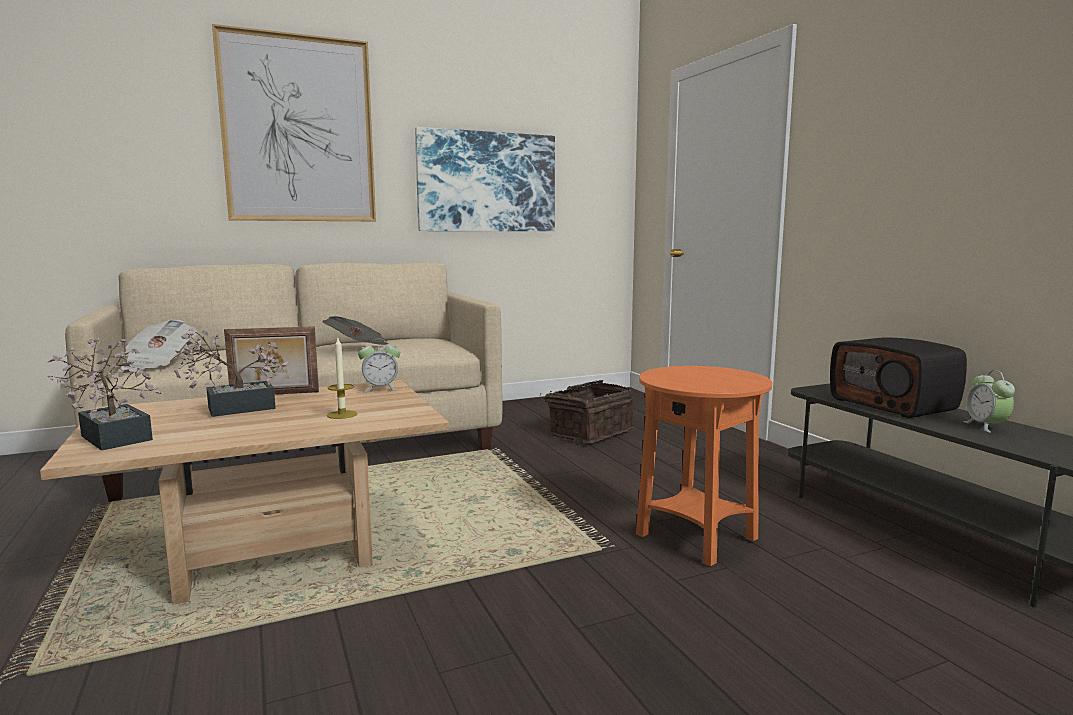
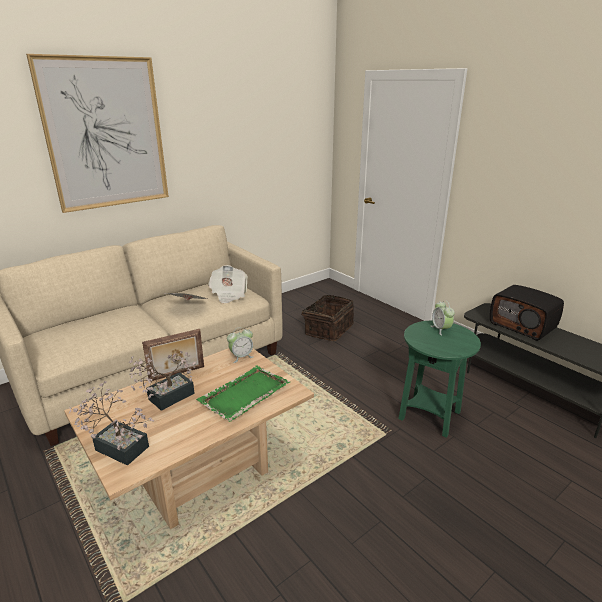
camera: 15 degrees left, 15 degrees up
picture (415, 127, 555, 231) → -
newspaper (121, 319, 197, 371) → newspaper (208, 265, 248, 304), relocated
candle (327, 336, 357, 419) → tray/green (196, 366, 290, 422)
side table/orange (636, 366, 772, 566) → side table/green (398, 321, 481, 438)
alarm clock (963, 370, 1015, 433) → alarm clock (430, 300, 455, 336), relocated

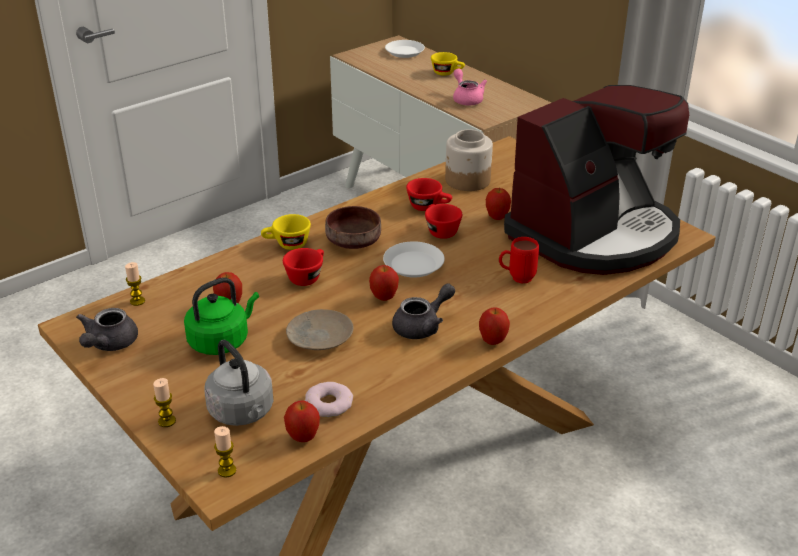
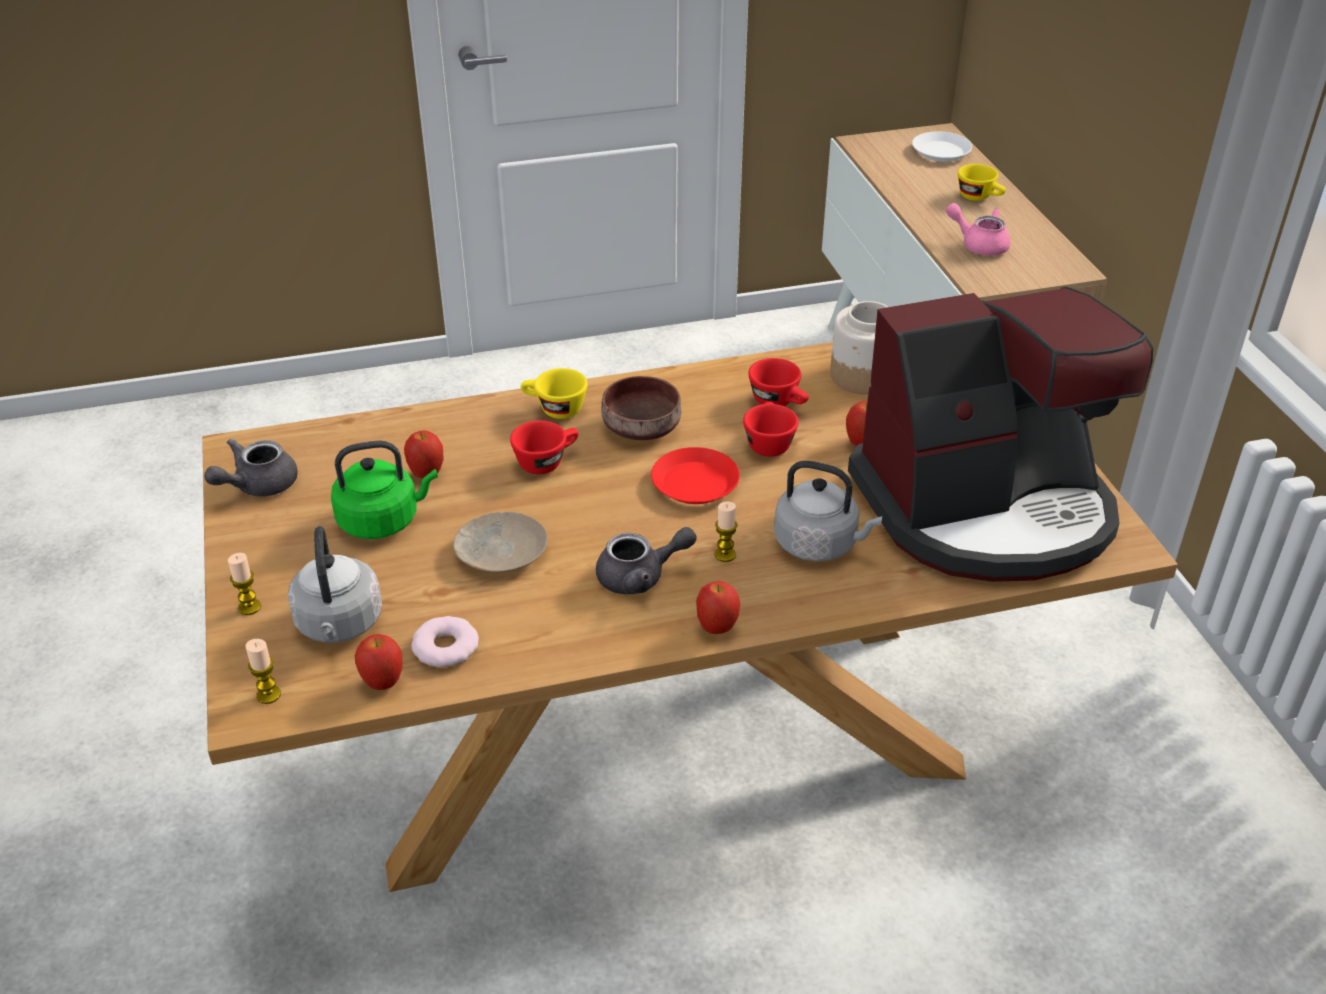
camera: 25 degrees right, 5 degrees up
teapot/pink (453, 69, 487, 106) → teapot/pink (946, 203, 1011, 256), 60 degrees counterclockwise
mug/red (499, 237, 539, 284) → kettle/grey (774, 461, 882, 561)
plate/white (383, 241, 445, 278) → plate/red (651, 447, 740, 504)
candle (125, 262, 145, 306) → candle (715, 502, 737, 562), relocated
apple (369, 265, 399, 301) → -

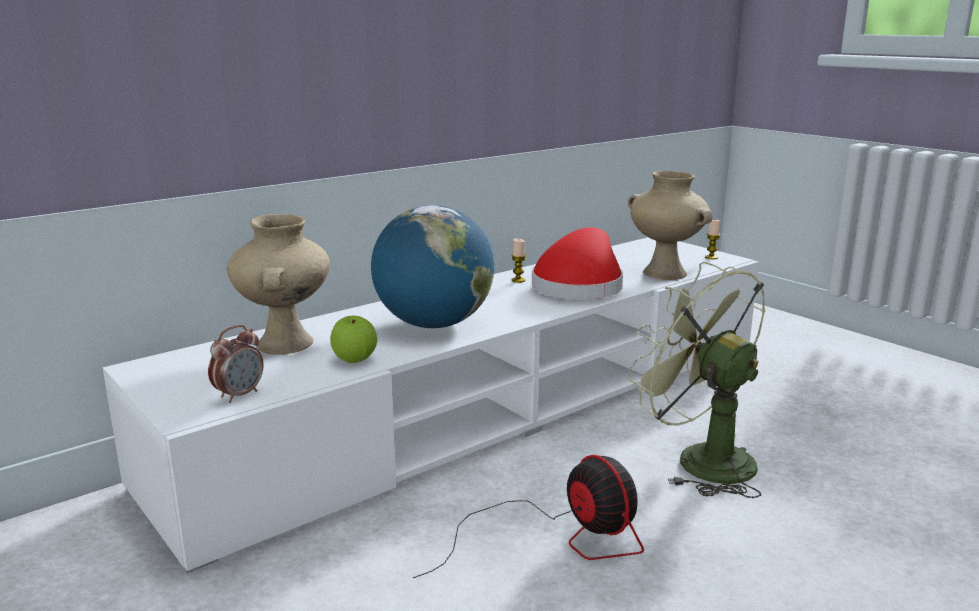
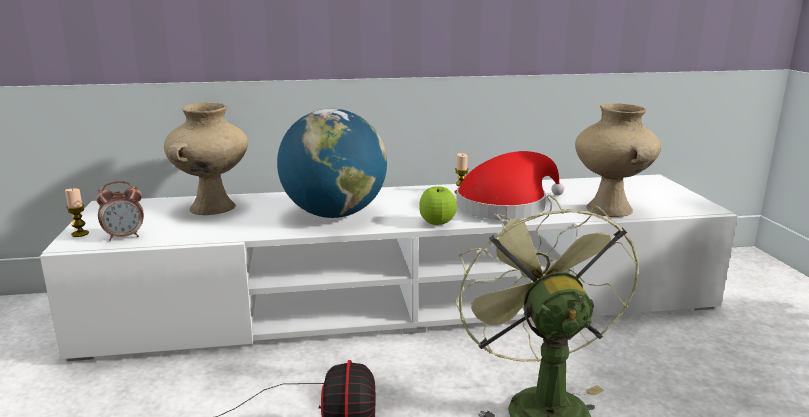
camera: 30 degrees right, 0 degrees up
candle (705, 220, 721, 259) → candle (65, 189, 89, 237), relocated
apple (330, 316, 377, 363) → apple (419, 186, 457, 225), relocated

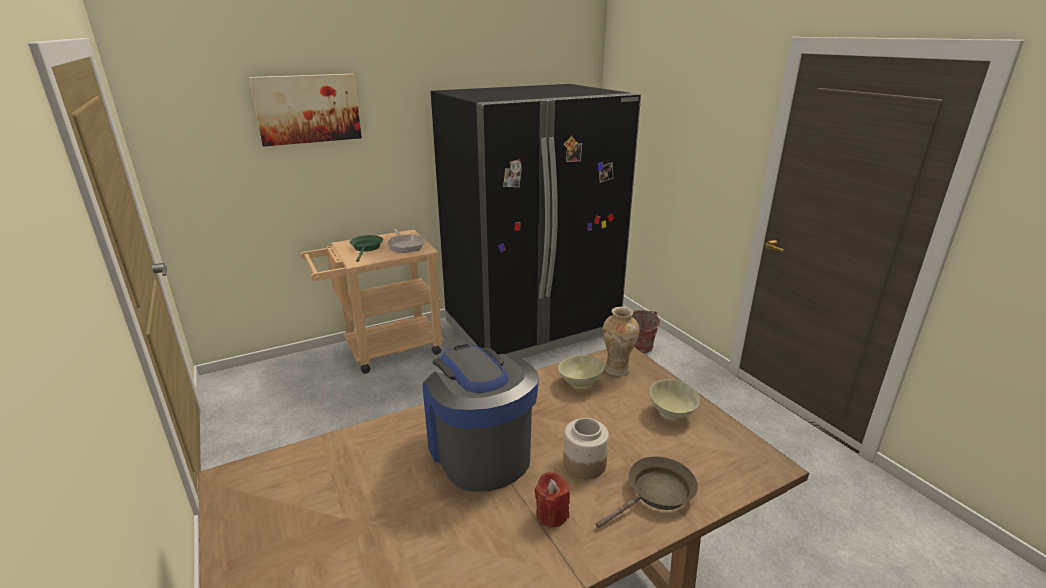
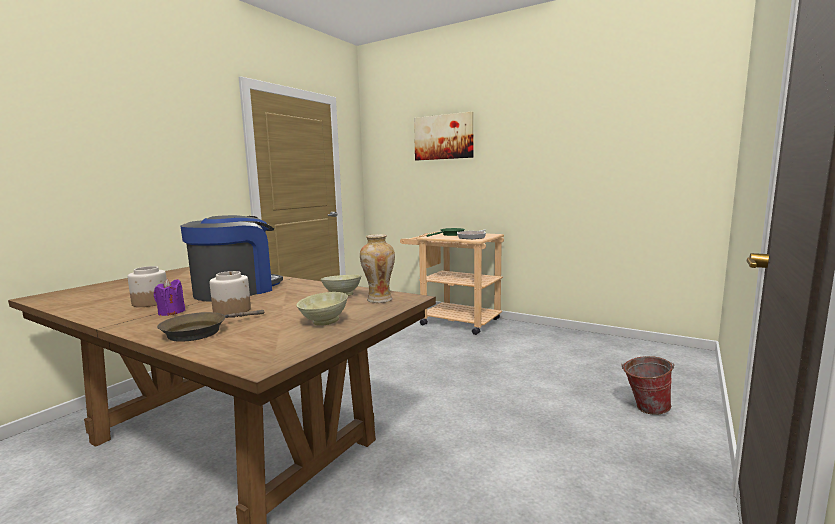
camera: 60 degrees right, 15 degrees down
fridge/black (431, 84, 641, 359) → -
frying pan/brown (596, 456, 698, 528) → frying pan/brown (157, 310, 264, 342), 105 degrees clockwise
candle/red (535, 472, 570, 528) → candle/purple (154, 279, 185, 316)
- → jar (127, 266, 167, 307)

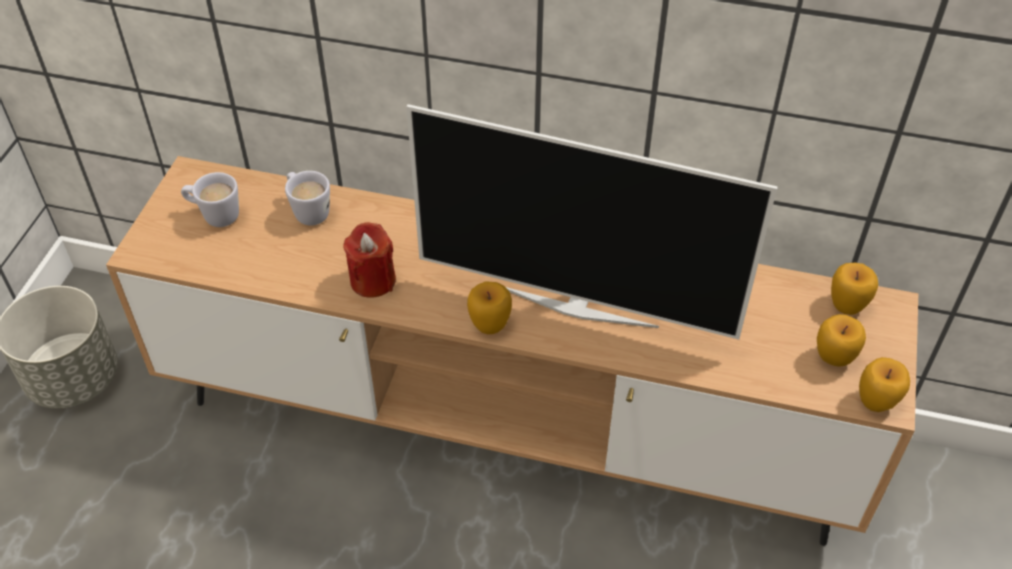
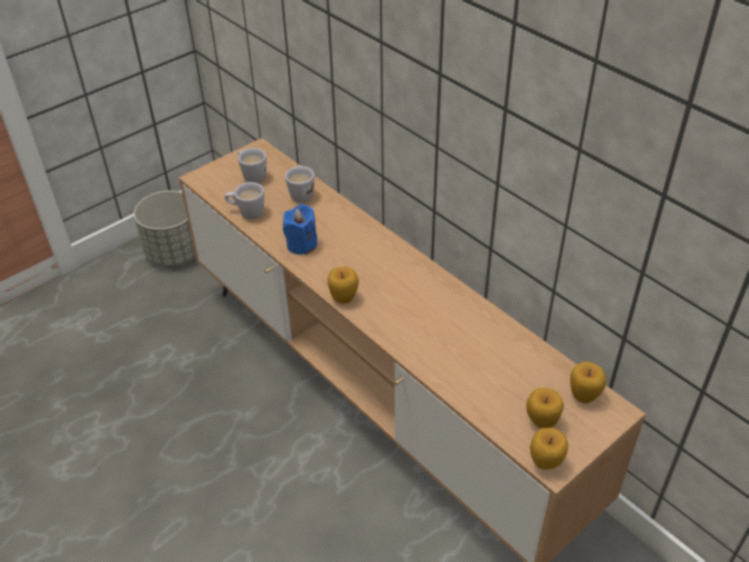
camera: 35 degrees right, 5 degrees down
television (406, 104, 778, 340) → -
candle/red (343, 222, 396, 298) → candle/blue (283, 204, 317, 255)
- → mug/white (225, 182, 264, 219)

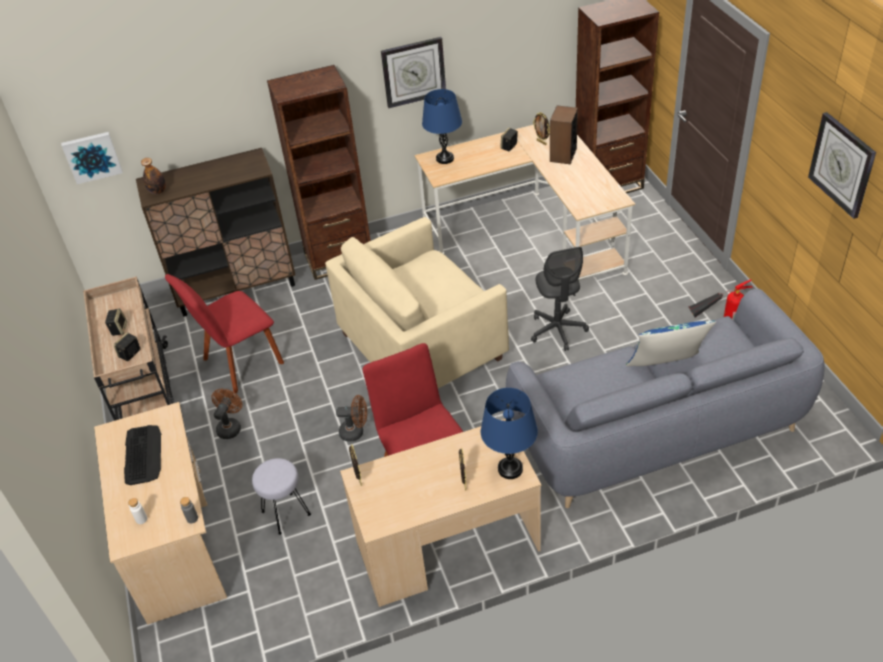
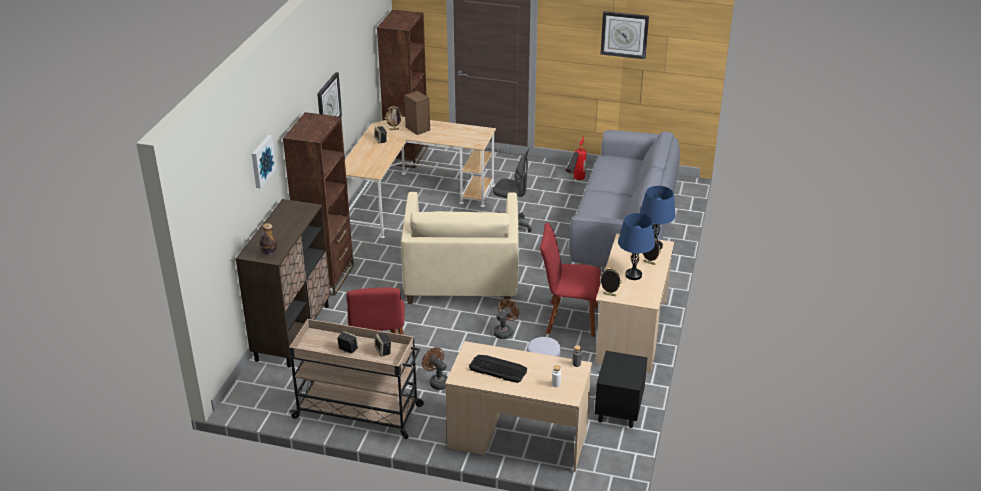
camera: 60 degrees left, 10 degrees down
table lamp/blue (422, 89, 462, 164) → table lamp/blue (618, 213, 655, 280), relocated
picture (61, 132, 123, 184) → picture (252, 135, 276, 189), relocated
pillow/blue (626, 321, 716, 366) → -
- → nightstand/black (595, 351, 648, 428)

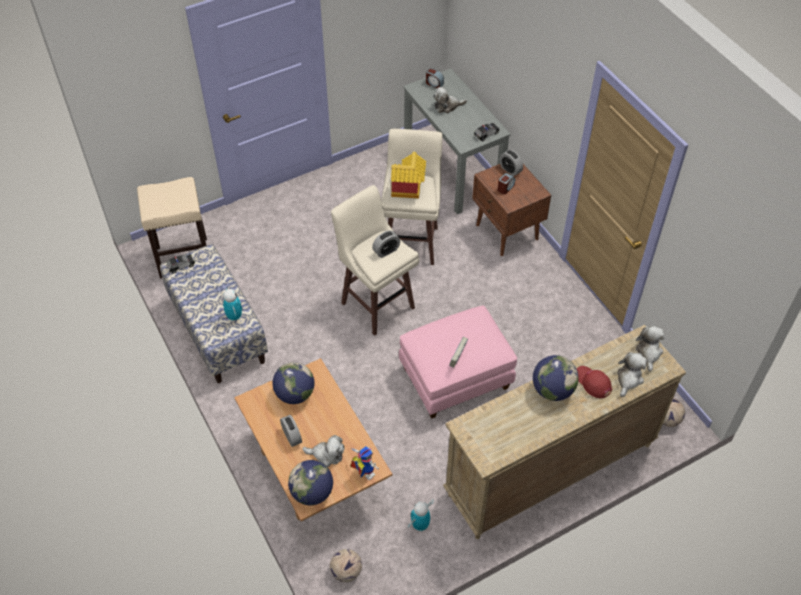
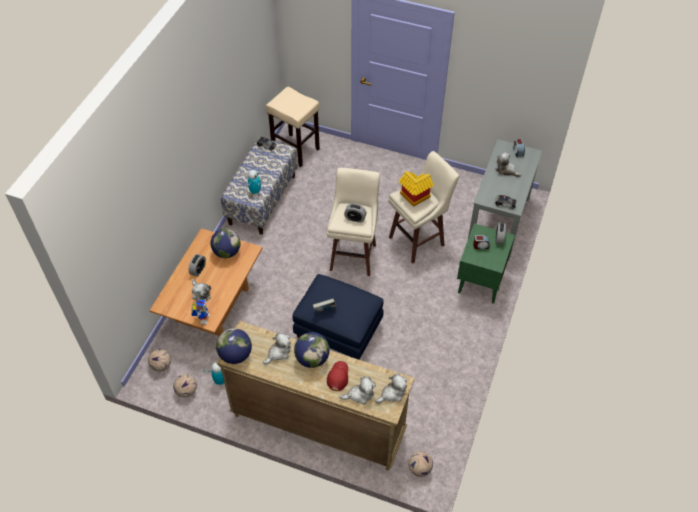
camera: 50 degrees right, 0 degrees up
nightstand/brown (472, 164, 551, 256) → nightstand/green (457, 223, 515, 304)
ottoman/pink (399, 305, 517, 419) → ottoman/blue (292, 274, 384, 360)
globe (288, 460, 333, 505) → globe (216, 328, 252, 364), relocated
- → plush toy (263, 332, 291, 364)
- → football (173, 374, 197, 397)

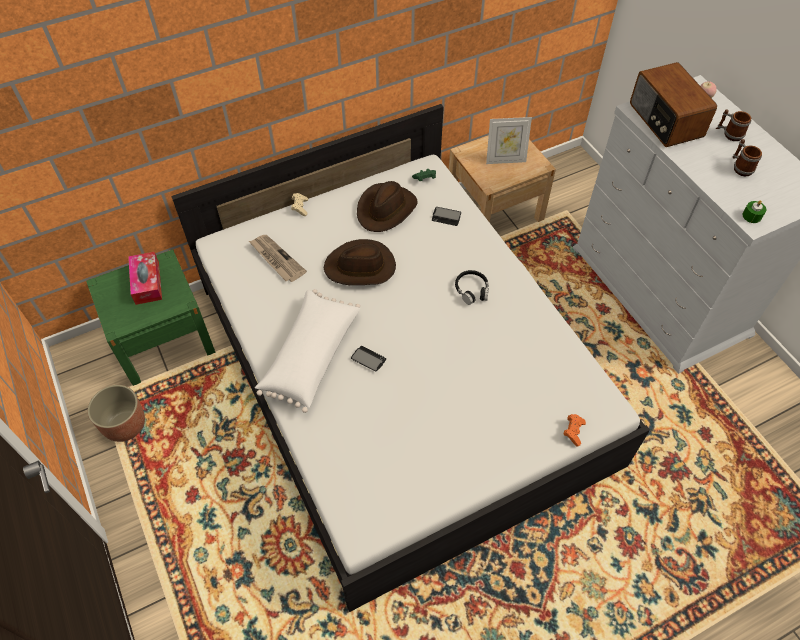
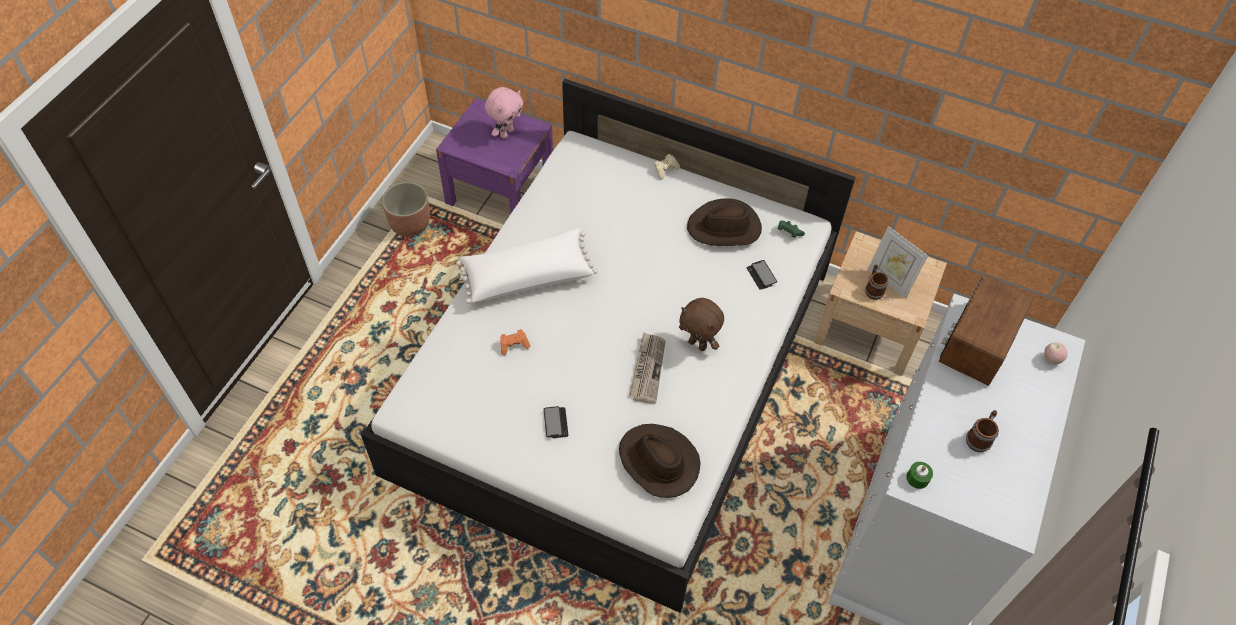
camera: 50 degrees right, 0 degrees up
mug (716, 109, 751, 141) → mug (865, 265, 889, 300), relocated
newspaper (249, 235, 307, 282) → newspaper (629, 332, 666, 404), relocated
hat/brown (324, 239, 396, 285) → hat/brown (619, 424, 701, 498), relocated
nightstand/green (86, 249, 215, 386) → nightstand/purple (436, 98, 553, 213)
tissue box (128, 252, 162, 305) → plush toy/pink (485, 87, 523, 139)
headphones/black (455, 270, 489, 305) → plush toy/brown (679, 298, 724, 351)
phone (351, 346, 386, 372) → phone (544, 406, 568, 438), relocated
game controller/orange (564, 414, 586, 447) → game controller/orange (500, 329, 530, 355), relocated

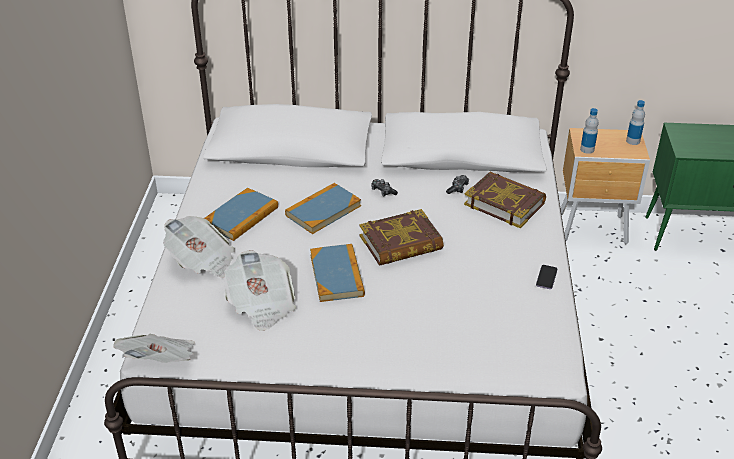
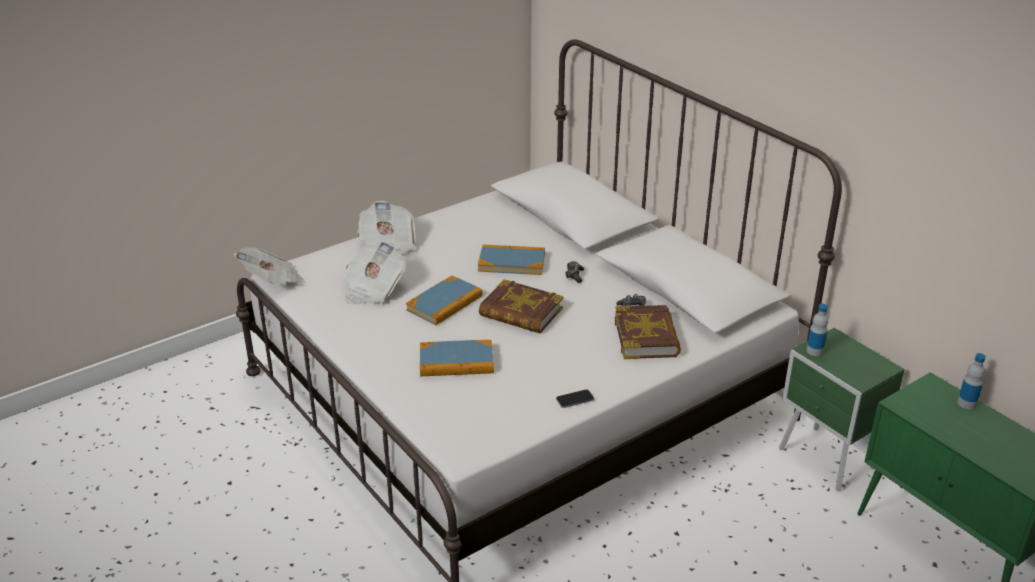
camera: 50 degrees right, 5 degrees down
bottle (626, 100, 645, 145) → bottle (957, 353, 986, 409), relocated
nightstand/brown (561, 128, 650, 244) → nightstand/green (779, 328, 905, 491)
book (204, 188, 278, 241) → book (420, 340, 494, 376), relocated

